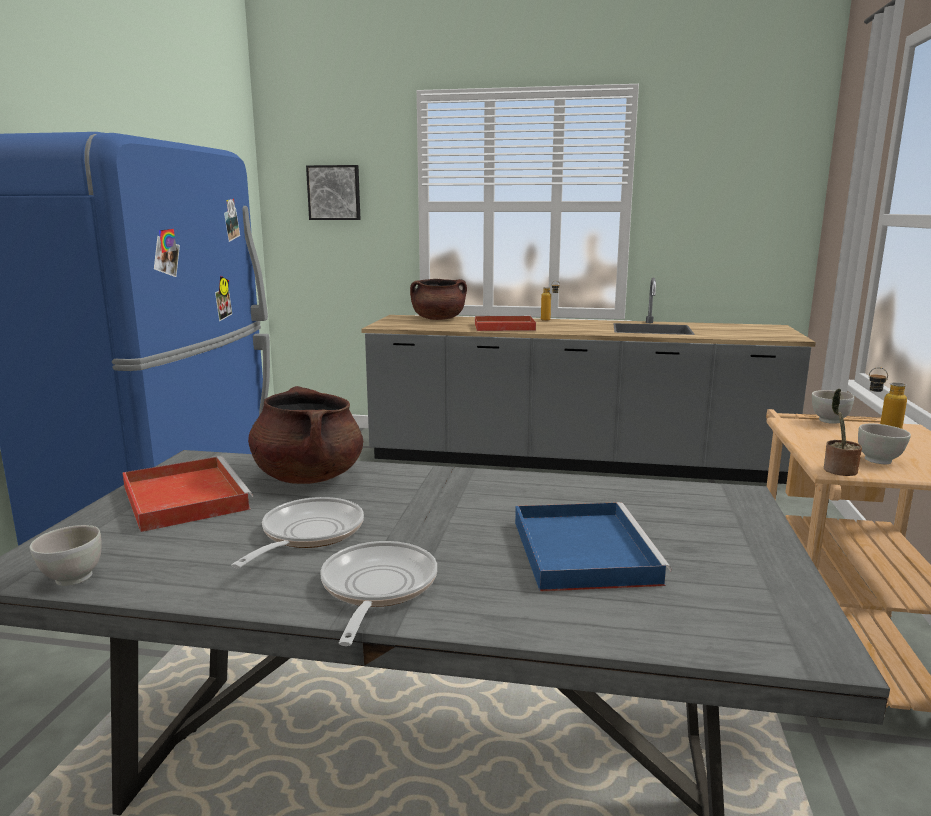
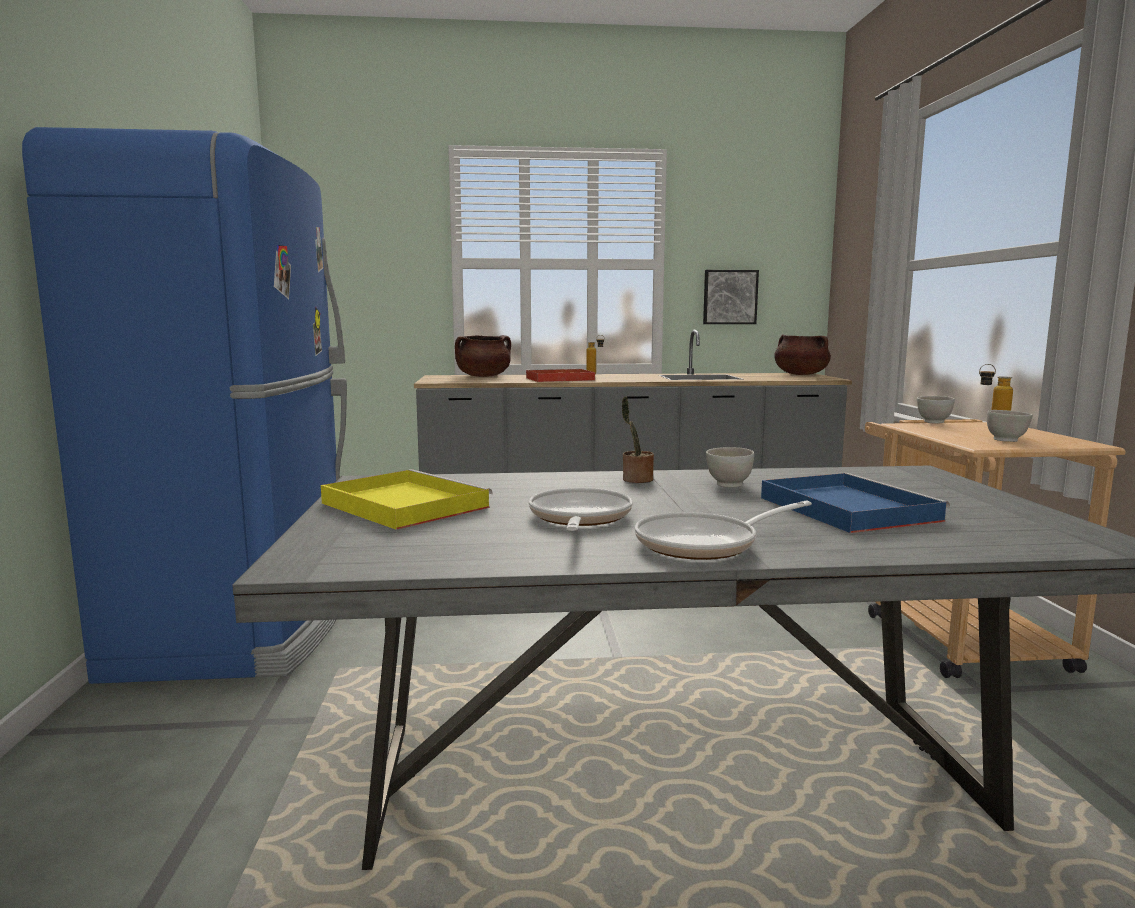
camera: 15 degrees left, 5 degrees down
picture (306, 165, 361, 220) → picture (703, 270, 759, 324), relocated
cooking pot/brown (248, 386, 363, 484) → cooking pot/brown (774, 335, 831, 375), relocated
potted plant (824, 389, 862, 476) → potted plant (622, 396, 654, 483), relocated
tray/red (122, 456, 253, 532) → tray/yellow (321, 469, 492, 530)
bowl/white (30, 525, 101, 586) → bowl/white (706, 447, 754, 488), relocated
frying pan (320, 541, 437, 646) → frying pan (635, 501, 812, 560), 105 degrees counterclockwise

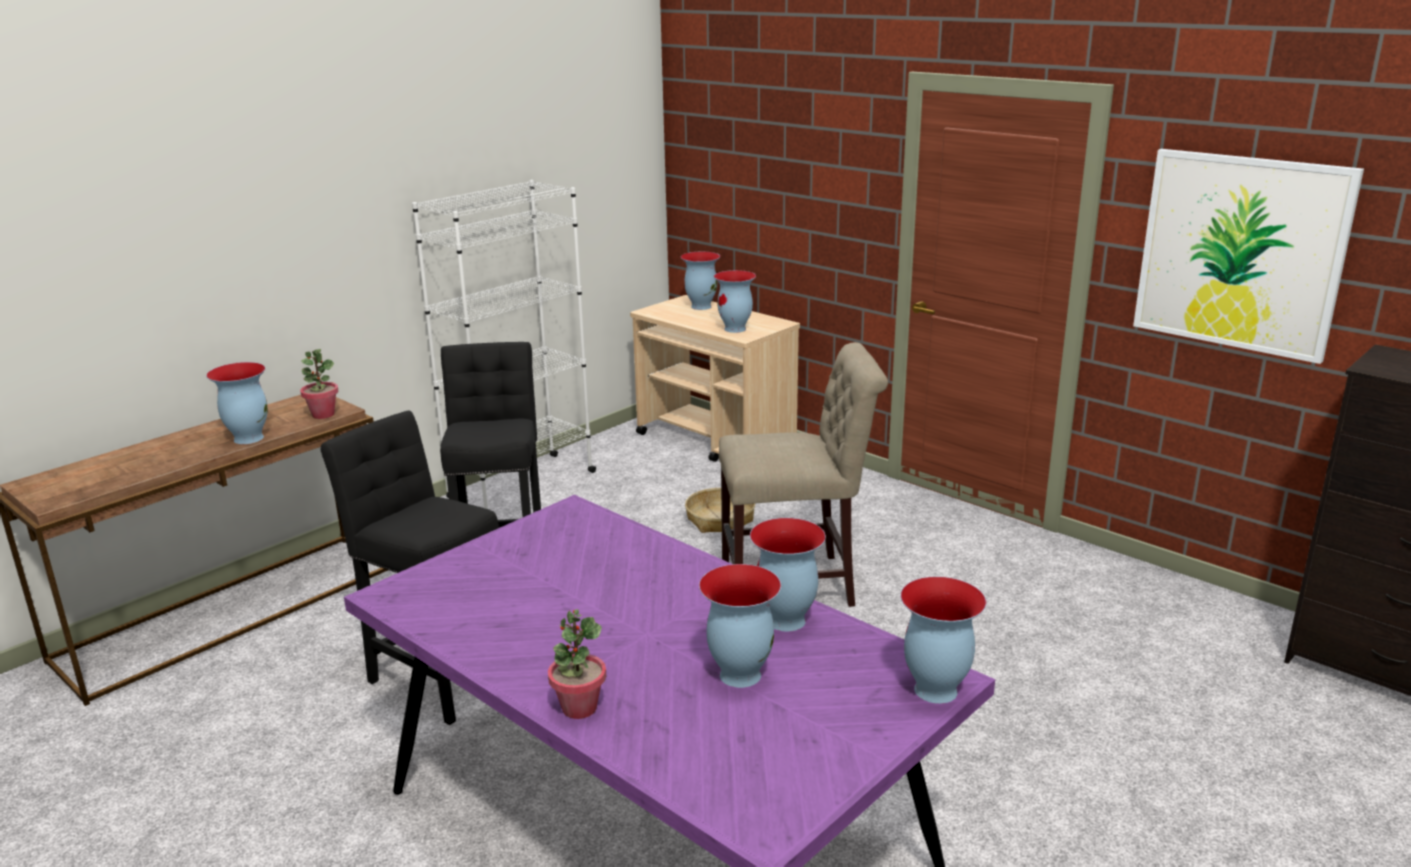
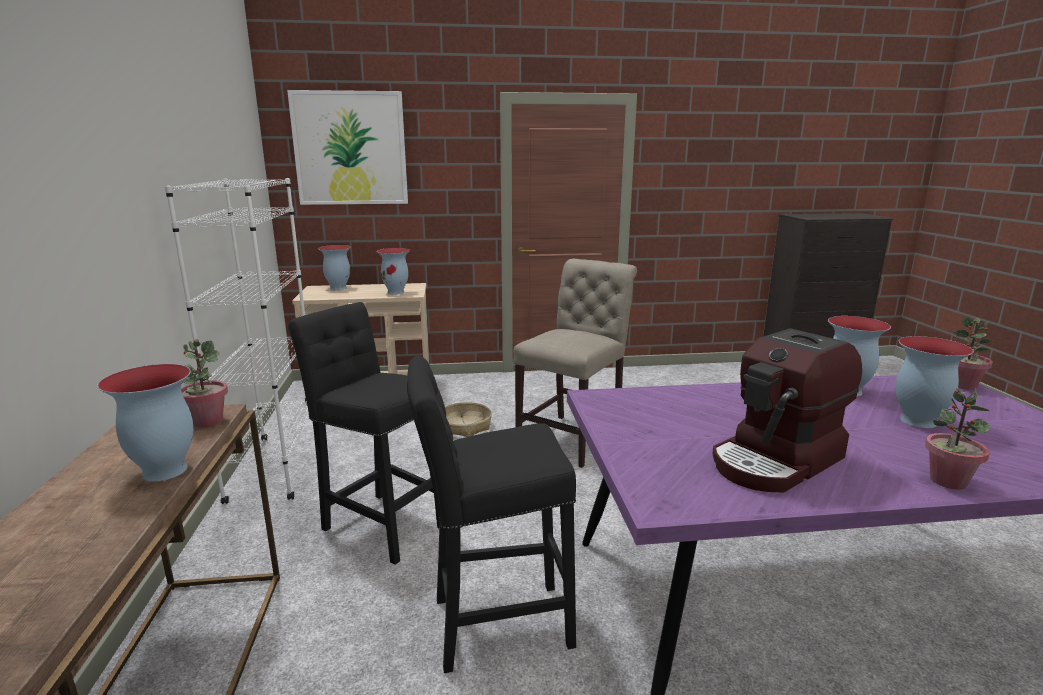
camera: 50 degrees left, 5 degrees down
picture (1133, 149, 1364, 364) → picture (287, 90, 408, 205), relocated
vase (900, 577, 986, 704) → potted plant (954, 317, 993, 390)
- → coffee machine (712, 328, 862, 492)

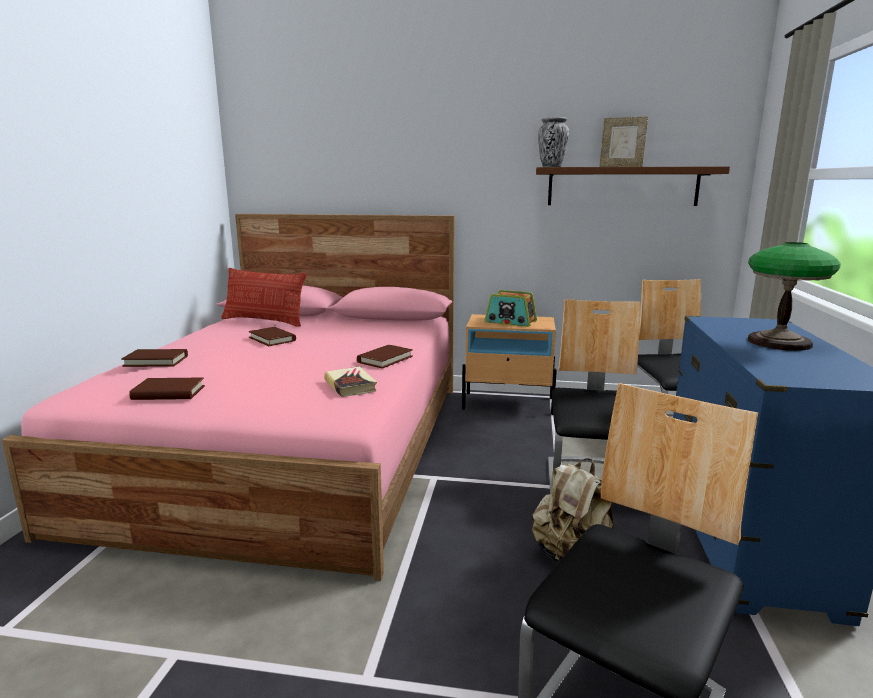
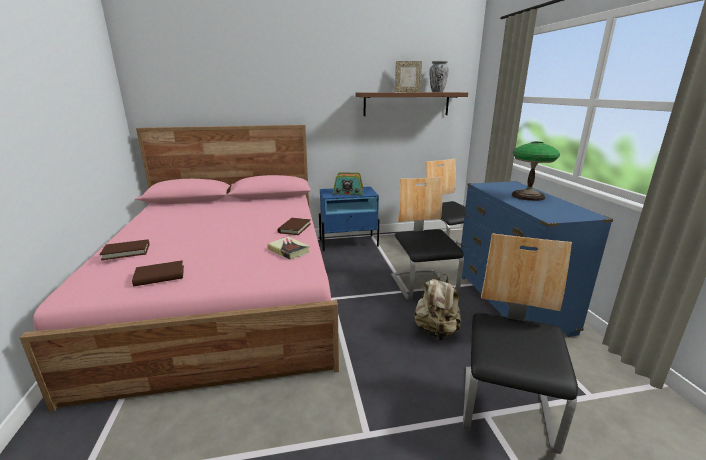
camera: 20 degrees left, 5 degrees up
vase (538, 117, 569, 167) → vase (430, 61, 449, 92), relocated
pillow (221, 268, 307, 327) → -
nightstand/beige (462, 314, 557, 415) → nightstand/blue (319, 187, 379, 251)
book/brown (249, 327, 296, 346) → -

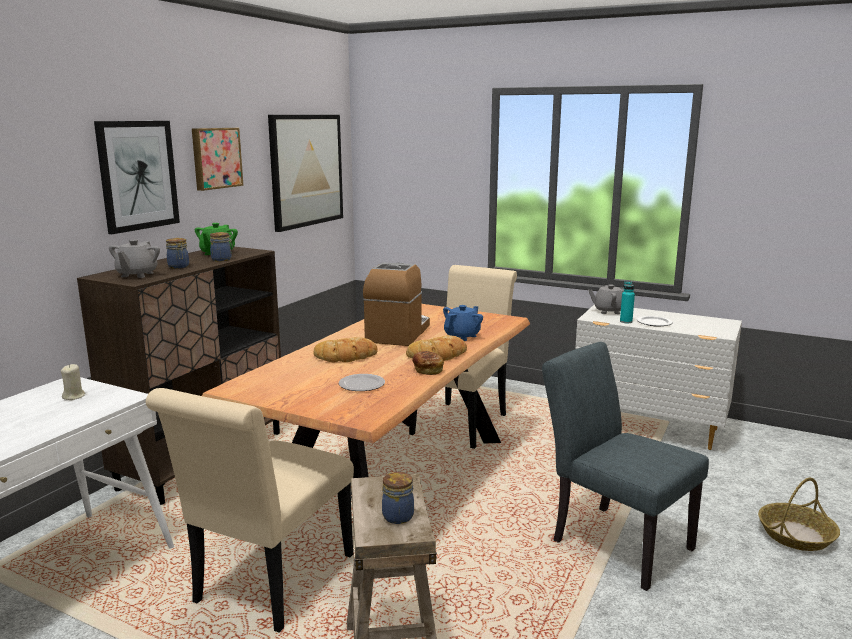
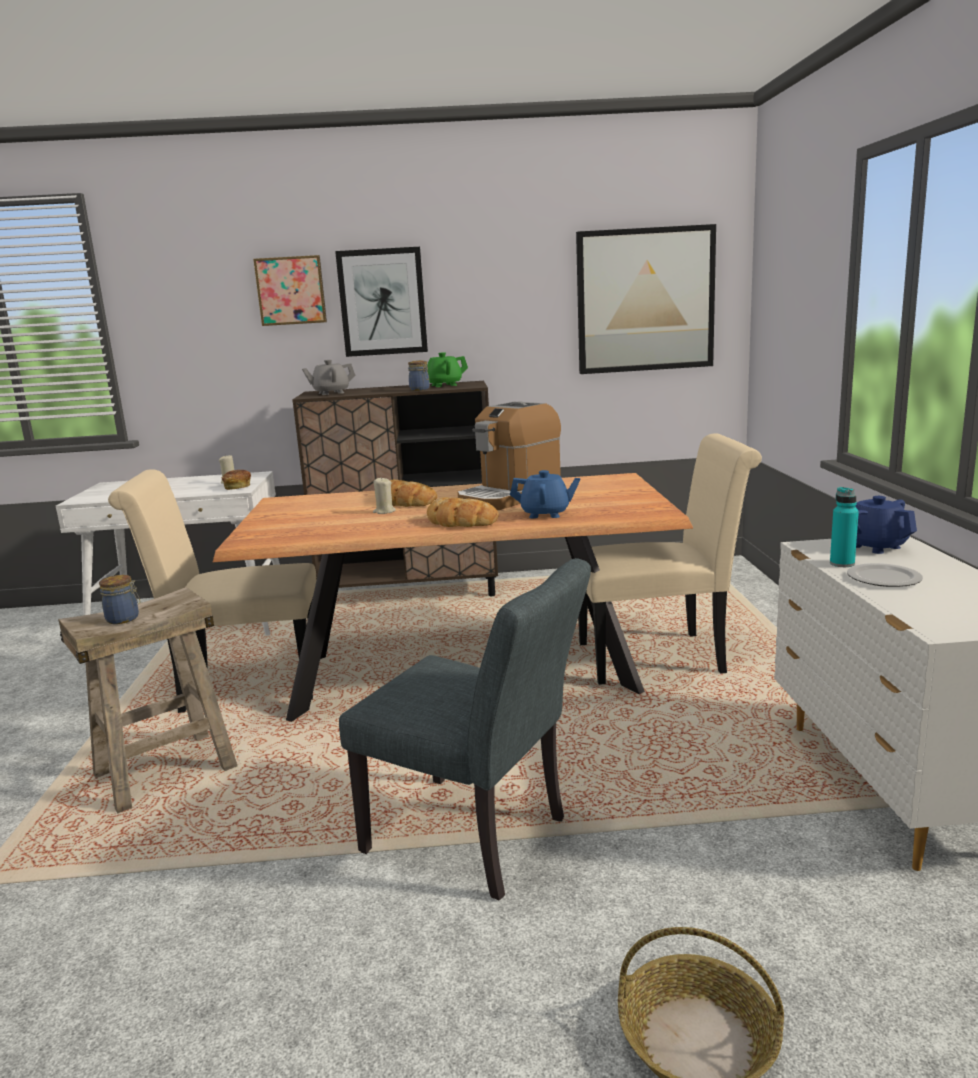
camera: 60 degrees right, 0 degrees up
picture (192, 128, 243, 191) → picture (253, 255, 327, 326), relocated
jar (166, 238, 189, 269) → -
coffee machine (363, 262, 430, 346) → coffee machine (458, 401, 561, 510), 150 degrees clockwise
teapot/grey (588, 284, 624, 314) → teapot/blue (856, 496, 917, 554)
chair/grey (542, 342, 709, 591) → chair/grey (339, 558, 591, 900), 105 degrees clockwise
bread (412, 351, 444, 375) → bread (222, 470, 251, 490), relocated
plate (339, 374, 385, 391) → -
- → candle/beige (373, 477, 396, 514)

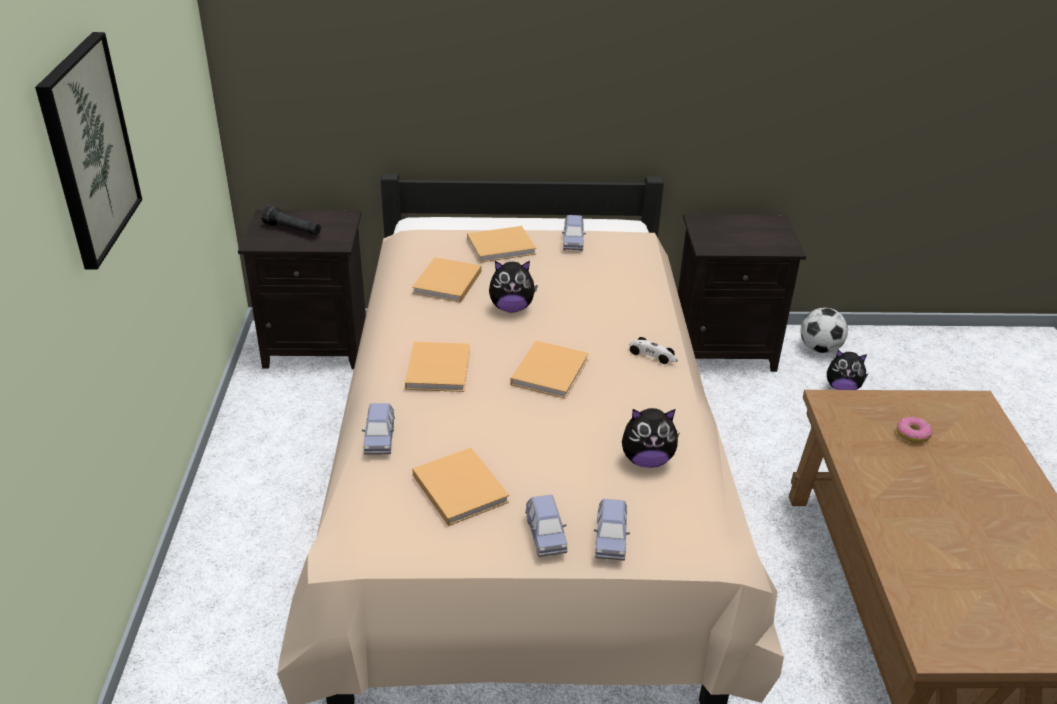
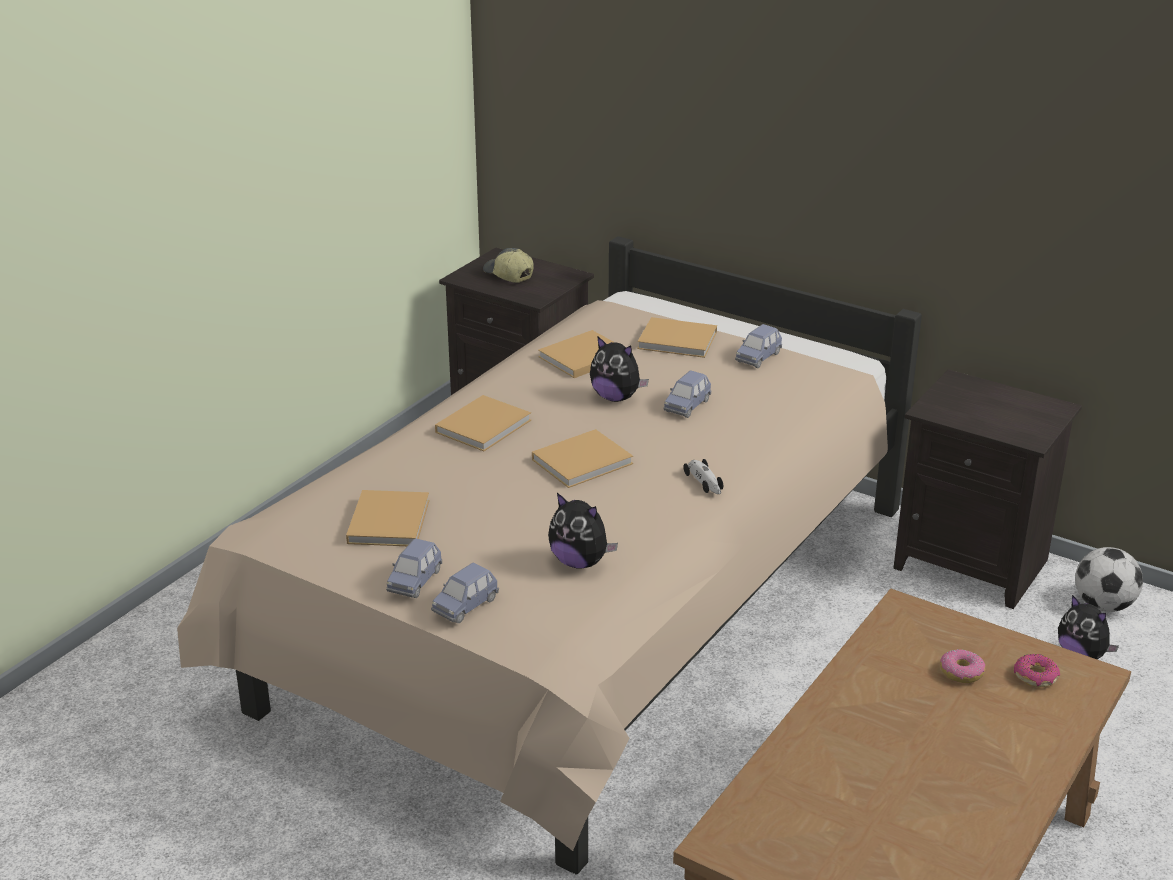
camera: 35 degrees right, 5 degrees down
picture (35, 32, 142, 270) → -
flashlight/black (261, 205, 321, 236) → cap (483, 248, 534, 283)
toy car/blue (362, 403, 395, 455) → toy car/blue (663, 370, 711, 418), relocated
- → donut (1014, 654, 1060, 687)

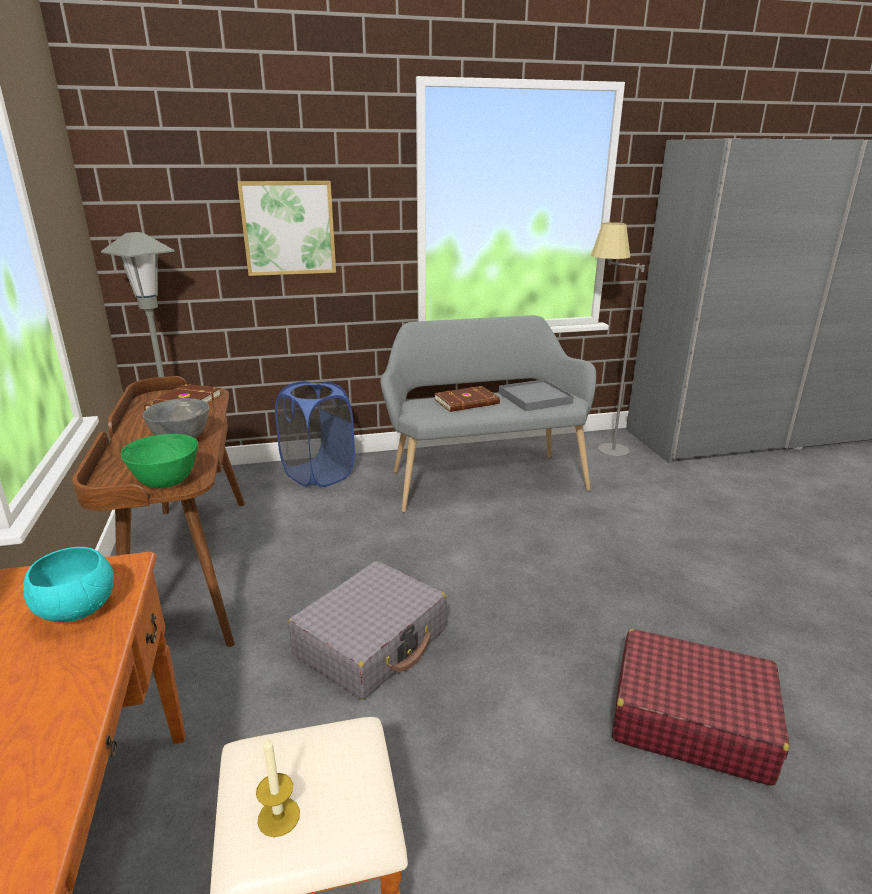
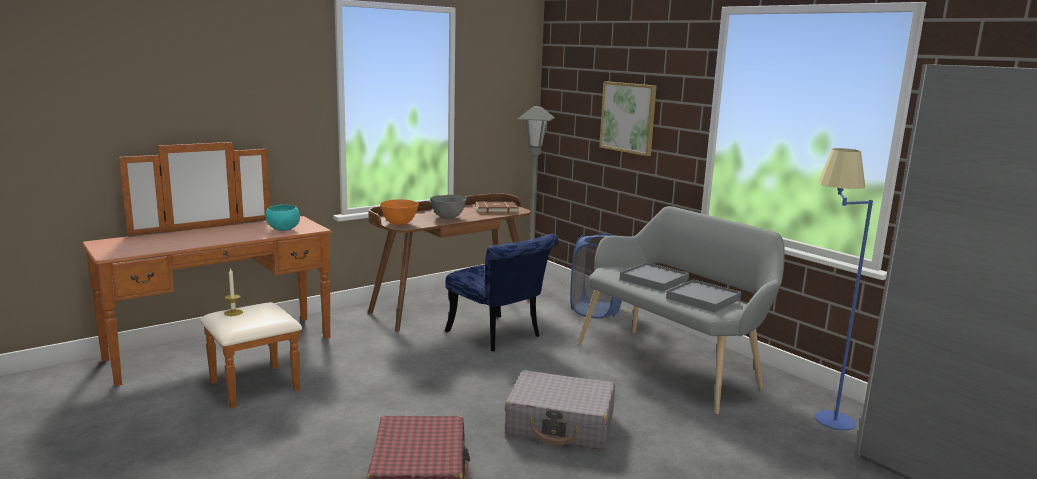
camera: 65 degrees right, 10 degrees down
floor lamp/grey (591, 222, 645, 457) → floor lamp/blue (815, 148, 873, 430)
book/brown (434, 386, 500, 412) → tray/grey (620, 262, 689, 291)
bowl/green (121, 434, 198, 488) → bowl/orange (380, 199, 419, 225)
suitcase/grey (288, 561, 447, 700) → suitcase/grey (505, 370, 615, 450), relocated
- → chair/blue (445, 234, 558, 351)

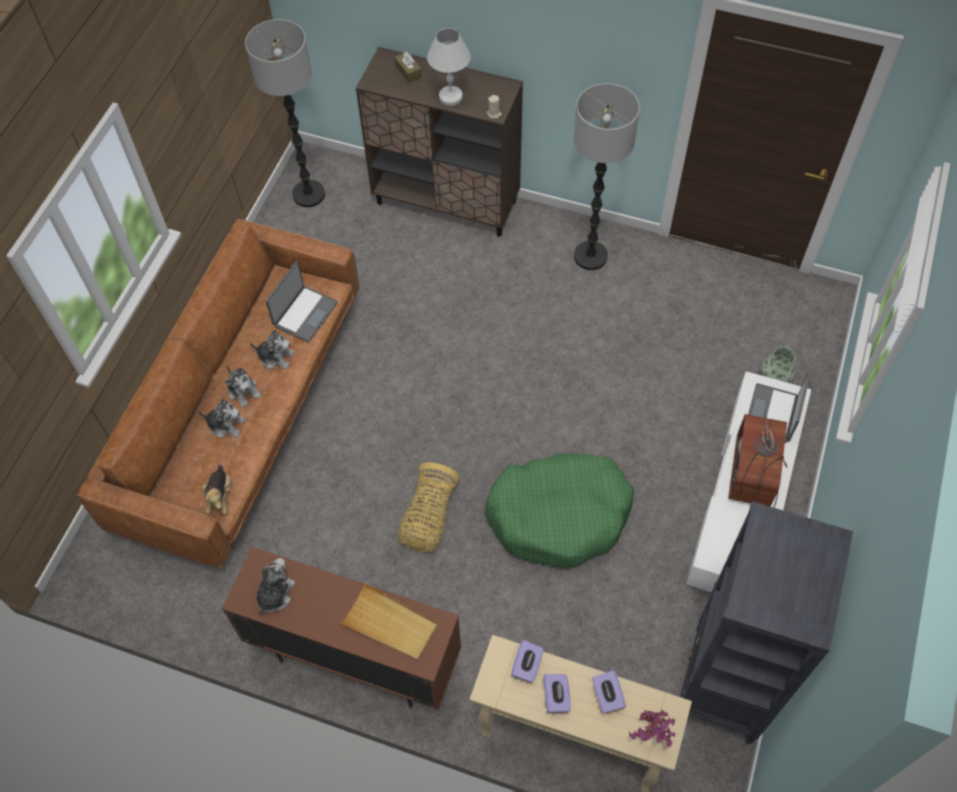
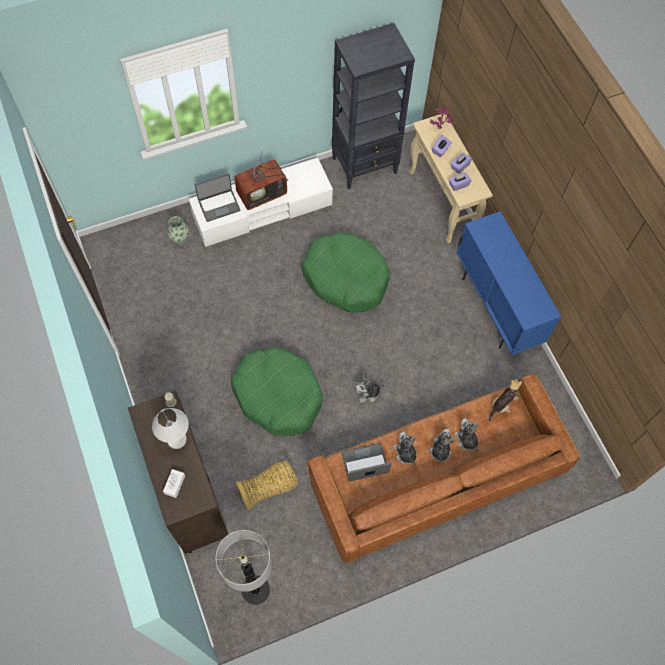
camera: 135 degrees left, 5 degrees up
tissue box/brown (395, 52, 422, 83) → tissue box/white (163, 469, 185, 498)
floor lamp (574, 83, 640, 270) → -
basket (398, 462, 461, 552) → basket (236, 461, 298, 510), relocated
cabinet/brown (222, 547, 462, 710) → cabinet/blue (457, 211, 561, 355)
plush toy (257, 558, 295, 614) → plush toy (356, 375, 385, 403), relocated
tray/beige (340, 582, 438, 661) → -
- → dog bed/green (231, 347, 323, 436)

